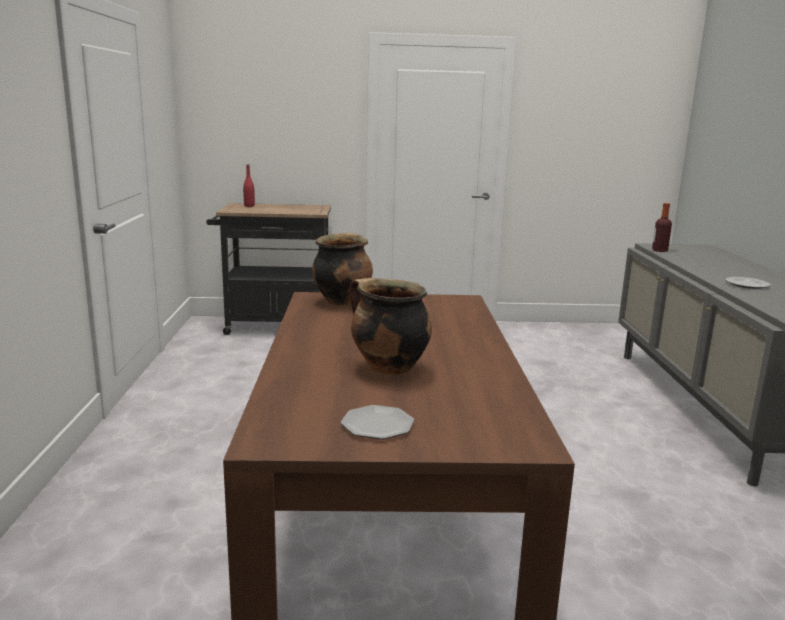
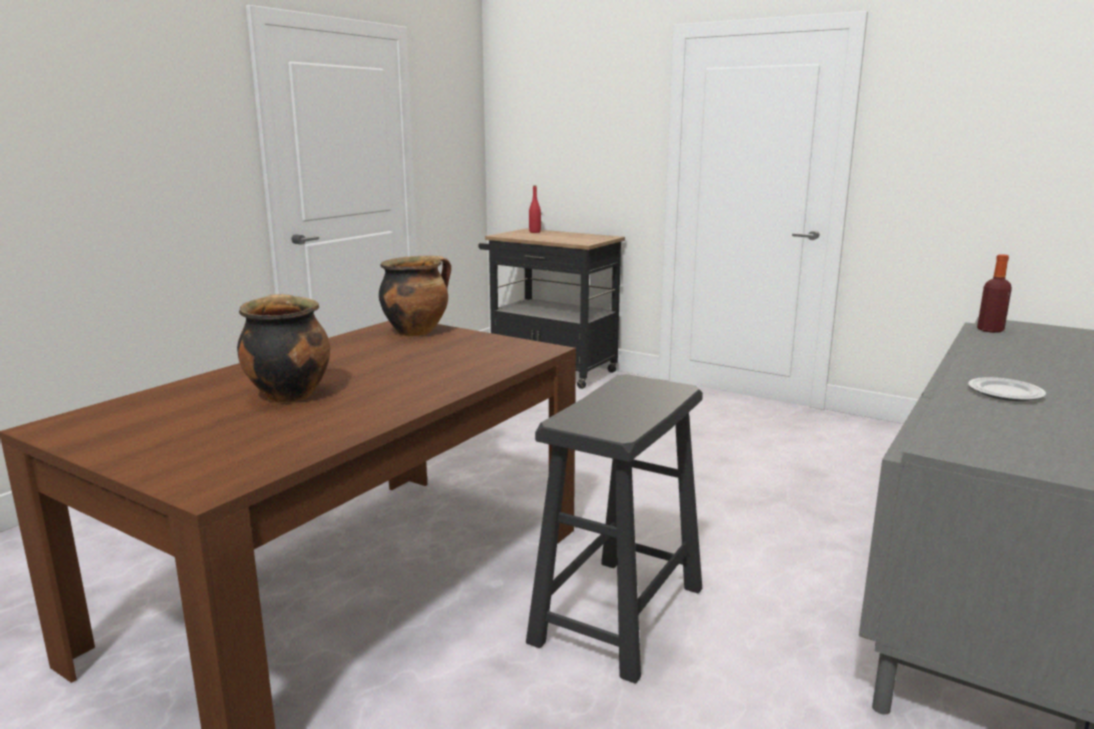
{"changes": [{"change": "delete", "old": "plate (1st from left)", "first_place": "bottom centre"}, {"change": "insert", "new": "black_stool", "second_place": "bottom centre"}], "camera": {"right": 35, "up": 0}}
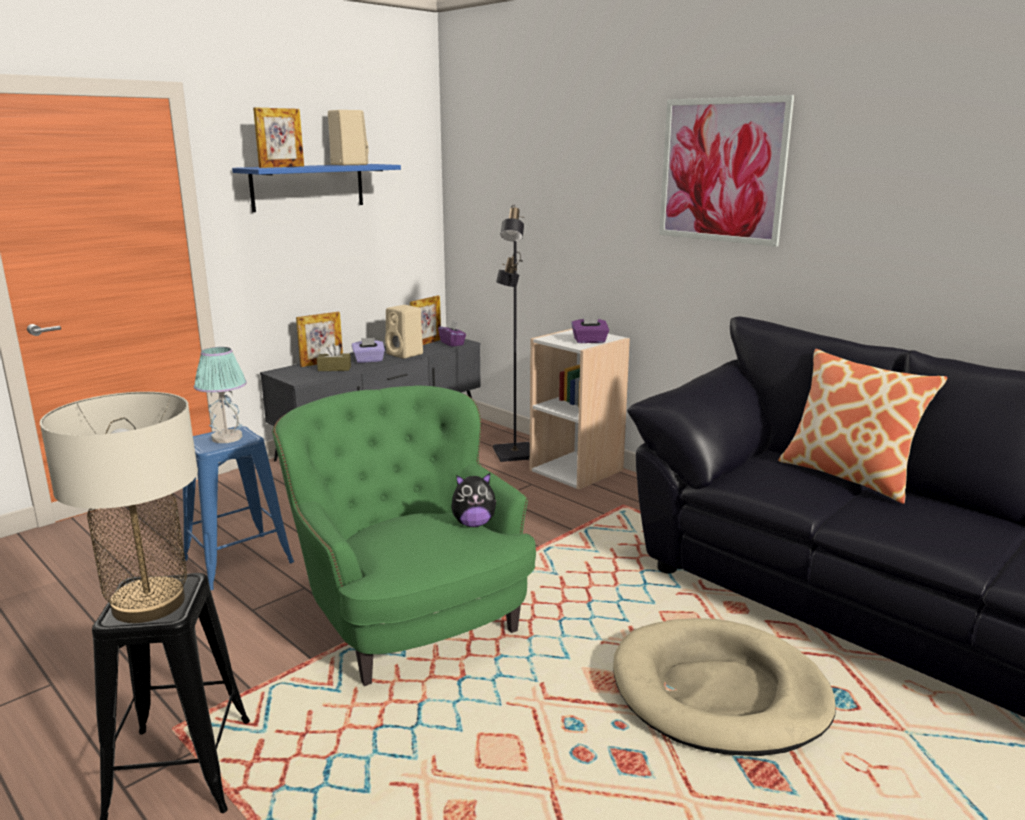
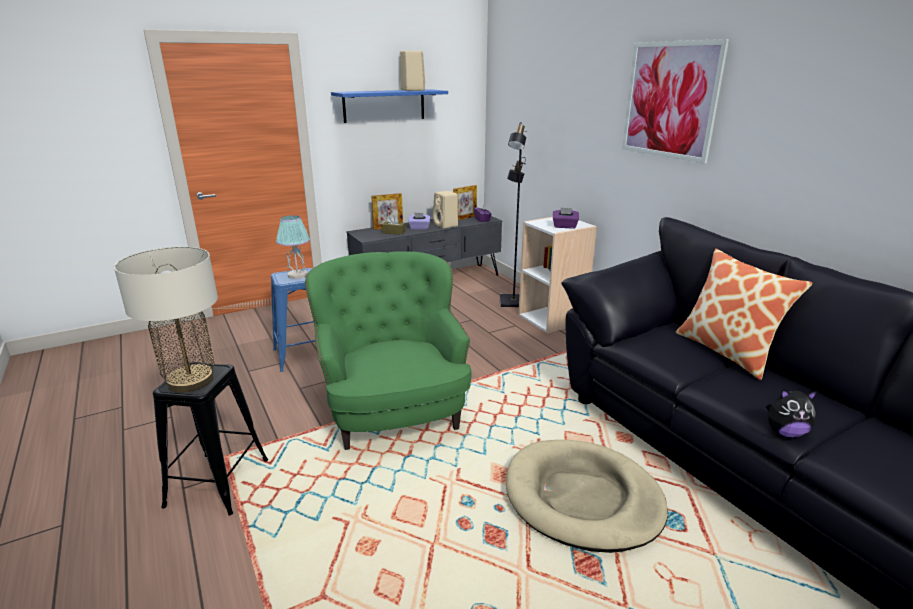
{"changes": [{"change": "delete", "old": "picture_frame (1st from left)", "first_place": "top left"}, {"change": "move", "old": "plush_toy", "first_place": "centre", "second_place": "bottom right"}], "camera": {"right": 15, "up": 5}}
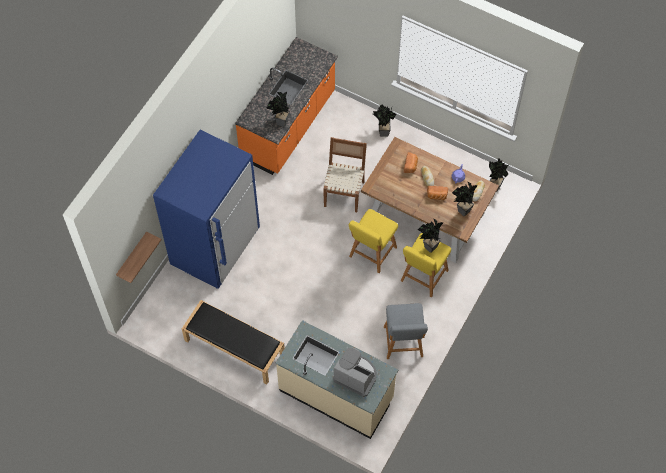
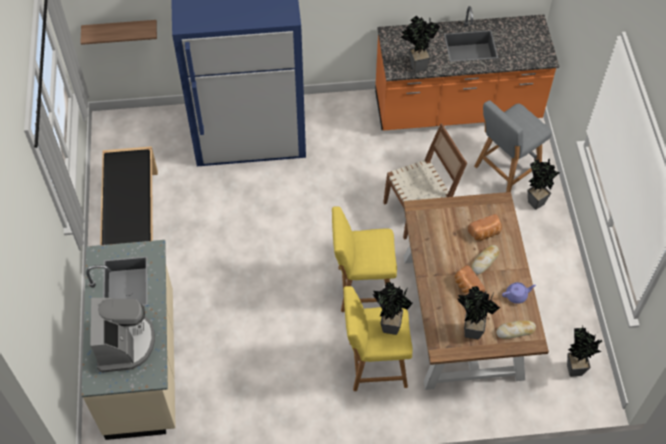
{"changes": [{"change": "move", "old": "grey_stool", "first_place": "bottom centre", "second_place": "top right"}], "camera": {"right": 55, "up": -5}}
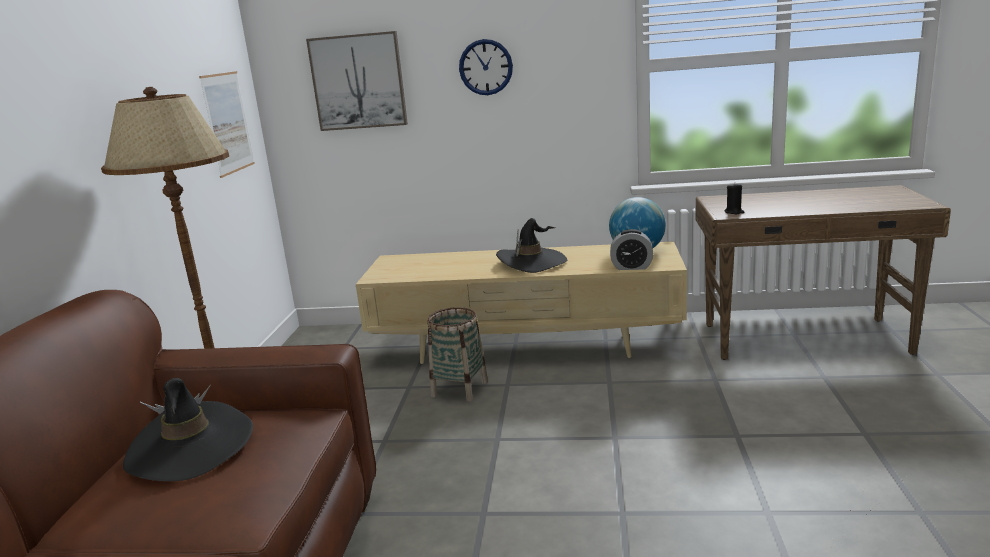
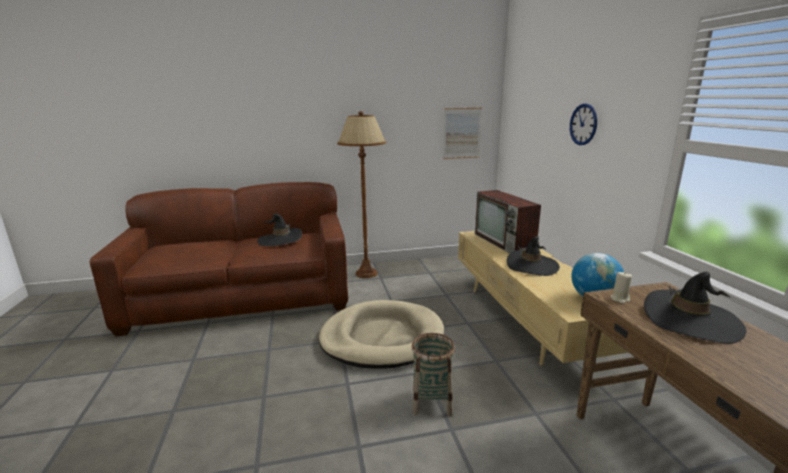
{"changes": [{"change": "delete", "old": "picture (2nd from left)", "first_place": "top centre"}, {"change": "move", "old": "basket", "first_place": "centre", "second_place": "bottom centre"}, {"change": "delete", "old": "alarm_clock", "first_place": "centre"}, {"change": "recolor", "old": "black_candle", "new": "beige_candle", "first_place": "middle right", "second_place": "middle right"}, {"change": "insert", "new": "beige_dog_bed", "second_place": "bottom centre"}, {"change": "insert", "new": "television", "second_place": "centre"}, {"change": "insert", "new": "black_hat (3rd from left)", "second_place": "middle right"}], "camera": {"right": 70, "up": 0}}
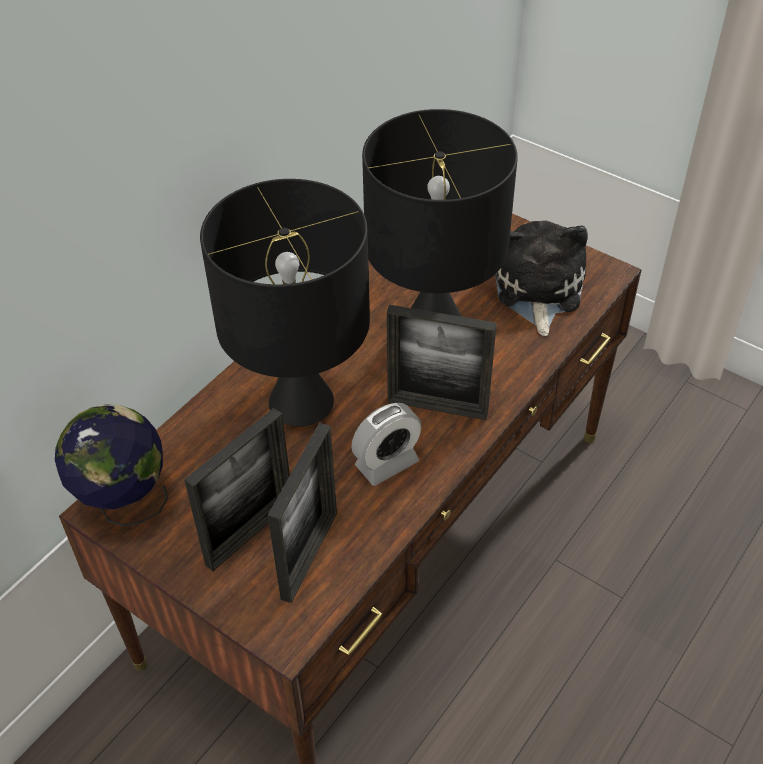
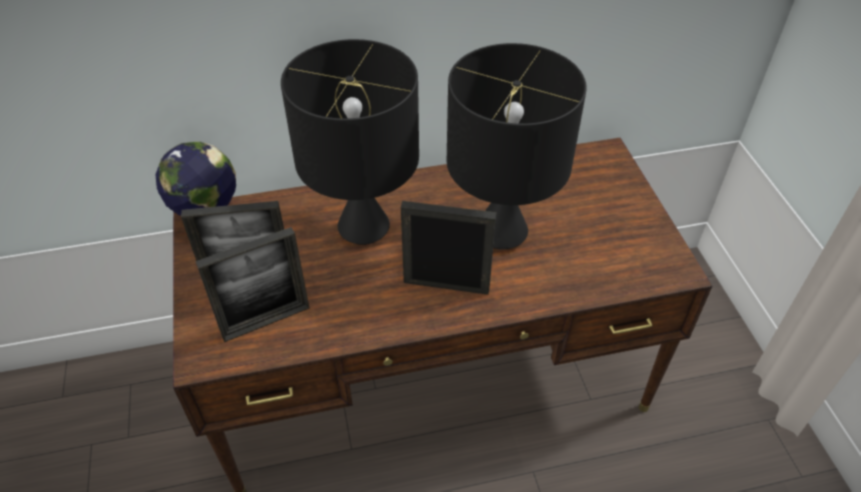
{"changes": [{"change": "delete", "old": "alarm_clock", "first_place": "centre"}, {"change": "rotate", "old": "picture_frame (3rd from left)", "first_place": "centre", "second_place": "centre", "degrees": 135}, {"change": "delete", "old": "plush_toy", "first_place": "middle right"}], "camera": {"right": 40, "up": 0}}
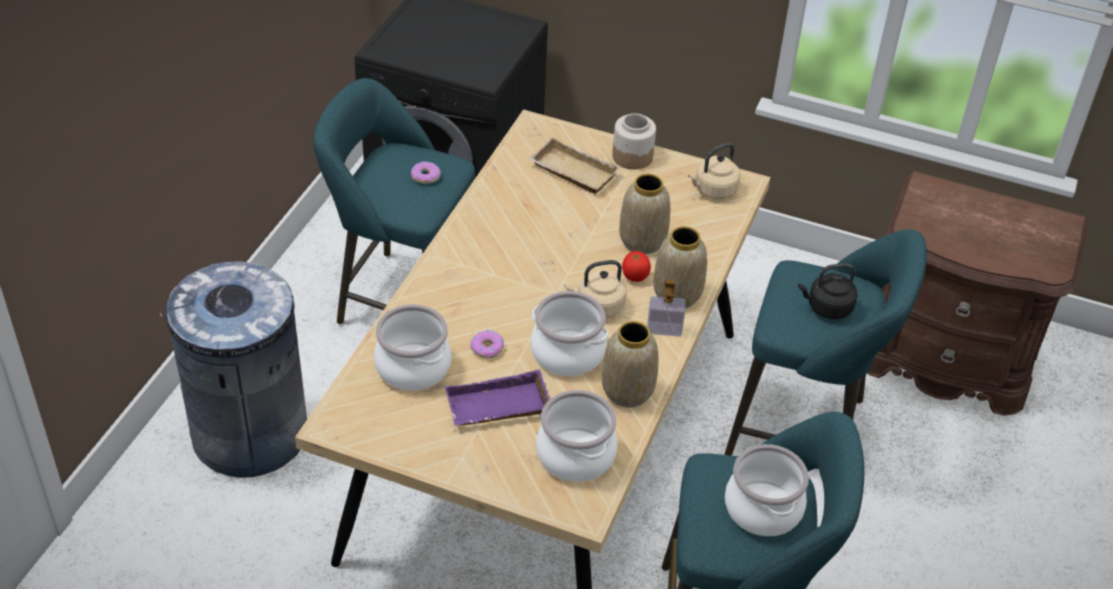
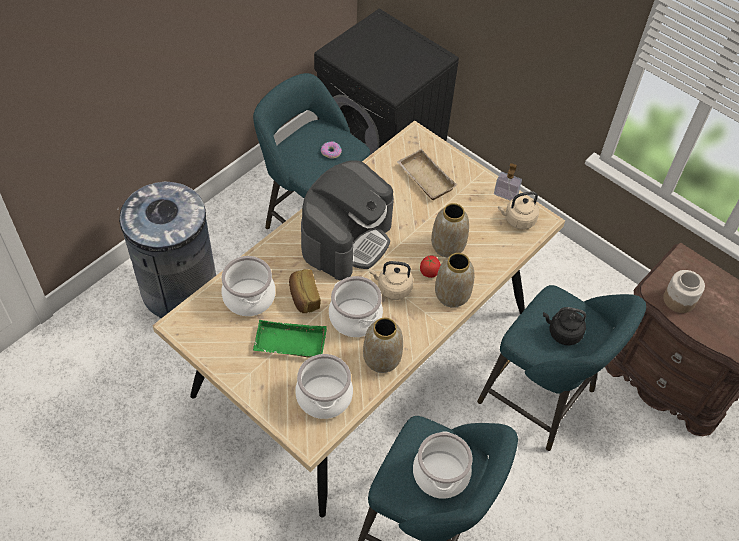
{"changes": [{"change": "recolor", "old": "purple_tray", "new": "green_tray", "first_place": "bottom centre", "second_place": "centre"}, {"change": "replace", "old": "donut (2nd from left)", "new": "bread", "first_place": "centre", "second_place": "centre"}, {"change": "move", "old": "jar", "first_place": "top centre", "second_place": "middle right"}, {"change": "move", "old": "soap_dispenser", "first_place": "centre", "second_place": "middle right"}, {"change": "insert", "new": "coffee_machine", "second_place": "centre"}], "camera": {"right": 20, "up": 10}}
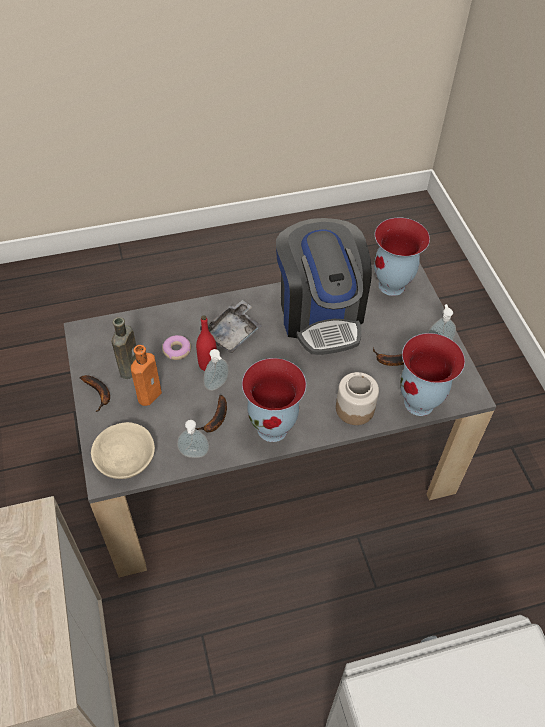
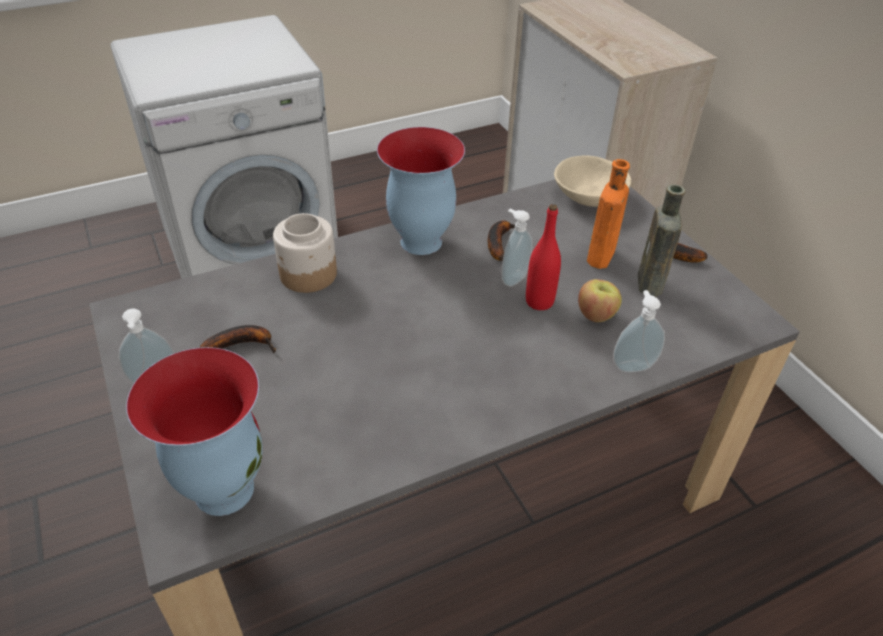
{"changes": [{"change": "replace", "old": "donut", "new": "apple", "first_place": "middle left", "second_place": "middle right"}, {"change": "move", "old": "soap_dispenser (1st from left in the first image)", "new": "soap_dispenser (3rd from left)", "first_place": "centre", "second_place": "middle right"}, {"change": "delete", "old": "grey_tray", "first_place": "centre"}, {"change": "delete", "old": "coffee_machine", "first_place": "centre"}, {"change": "delete", "old": "vase (3rd from left)", "first_place": "middle right"}], "camera": {"right": 170, "up": -10}}
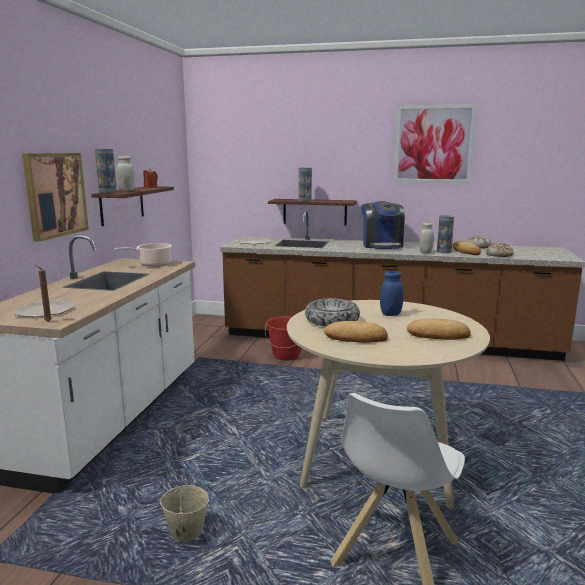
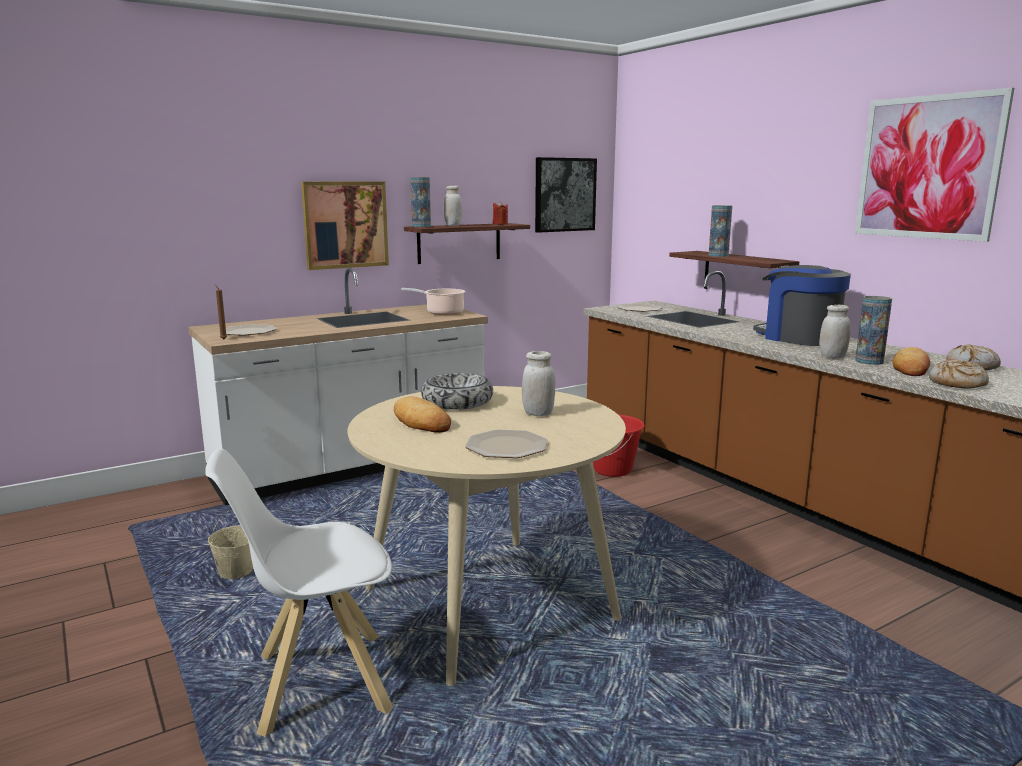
{"changes": [{"change": "rotate", "old": "coffee_machine", "first_place": "centre", "second_place": "middle right", "degrees": 105}, {"change": "recolor", "old": "blue_jar", "new": "white_jar (2nd from left)", "first_place": "middle right", "second_place": "centre"}, {"change": "replace", "old": "bread (2nd from left)", "new": "plate (2nd from left)", "first_place": "middle right", "second_place": "centre"}, {"change": "insert", "new": "picture (2nd from left)", "second_place": "top centre"}], "camera": {"right": 45, "up": 0}}
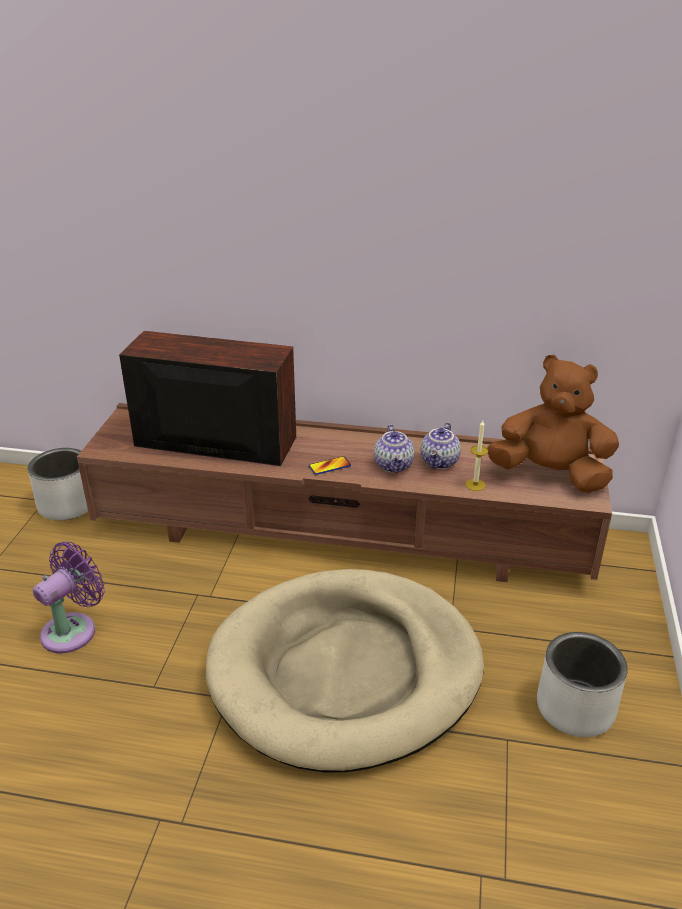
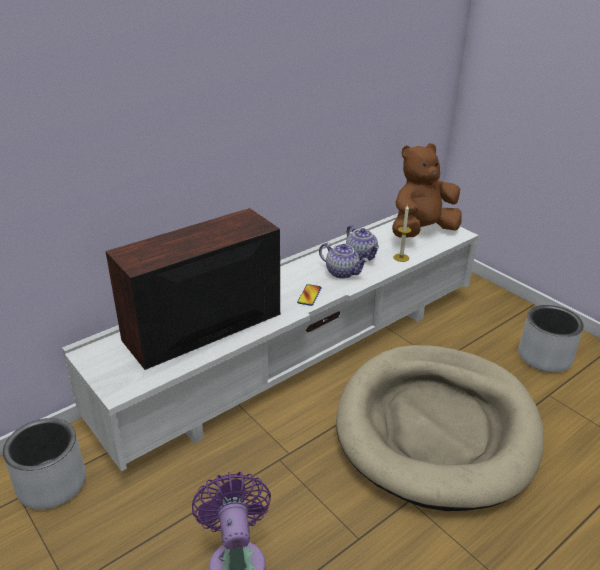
{"changes": [{"change": "recolor", "old": "brown_tv_stand", "new": "white_tv_stand", "first_place": "centre", "second_place": "centre"}], "camera": {"right": -50, "up": 0}}
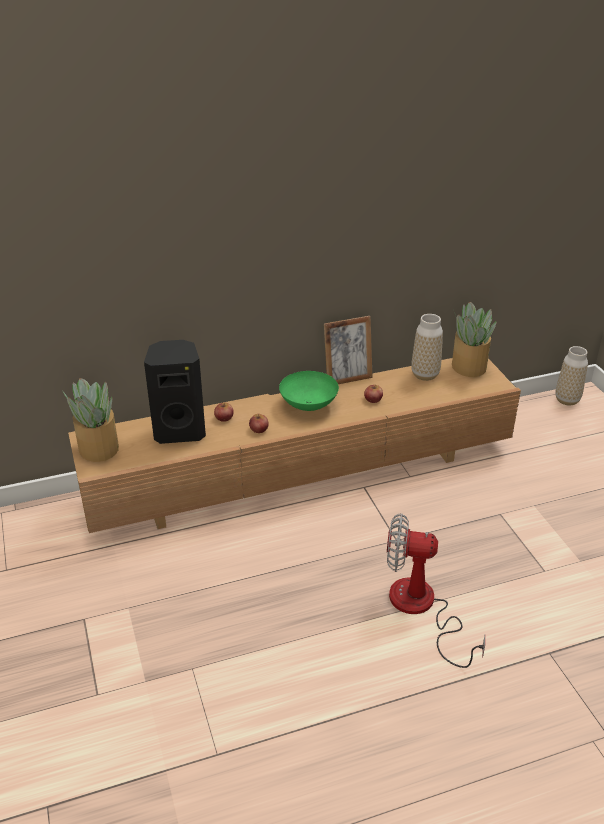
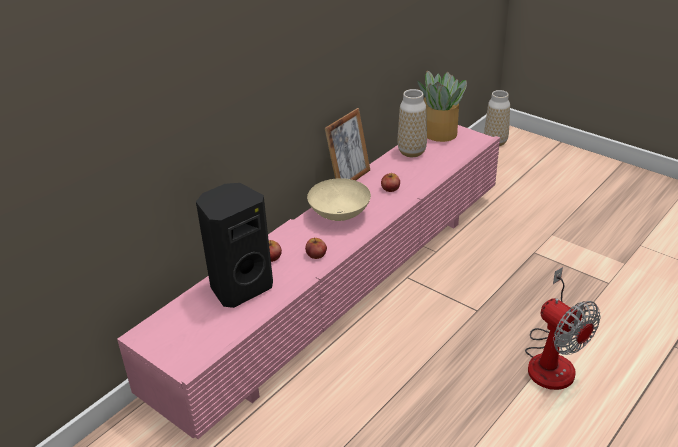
{"changes": [{"change": "delete", "old": "potted_plant (1st from left)", "first_place": "middle left"}, {"change": "recolor", "old": "brown_tv_stand", "new": "pink_tv_stand", "first_place": "centre", "second_place": "centre"}, {"change": "recolor", "old": "green_bowl", "new": "beige_bowl", "first_place": "centre", "second_place": "centre"}, {"change": "rotate", "old": "fan", "first_place": "bottom right", "second_place": "bottom right", "degrees": -105}], "camera": {"right": -30, "up": 0}}
